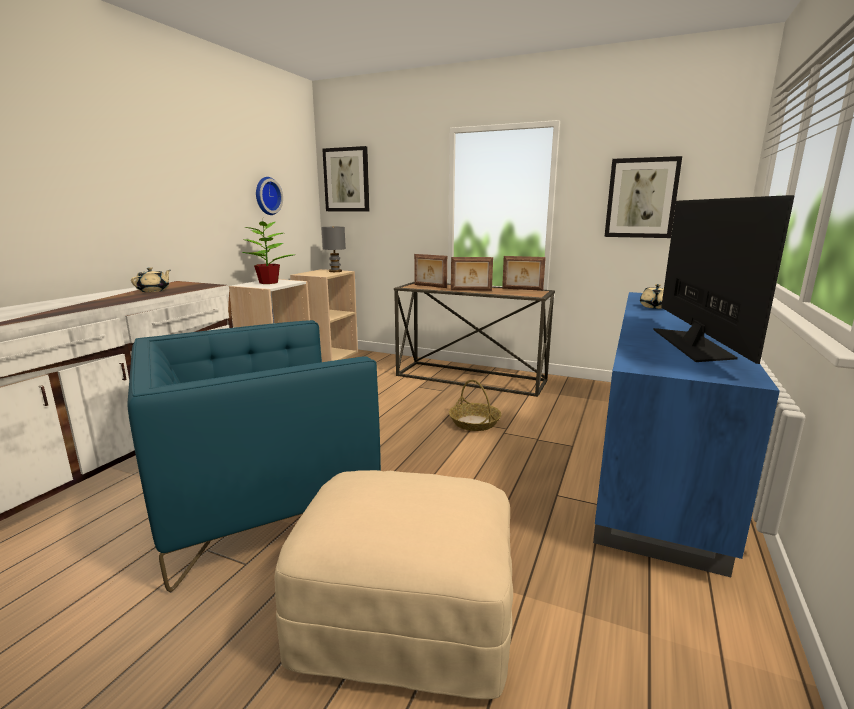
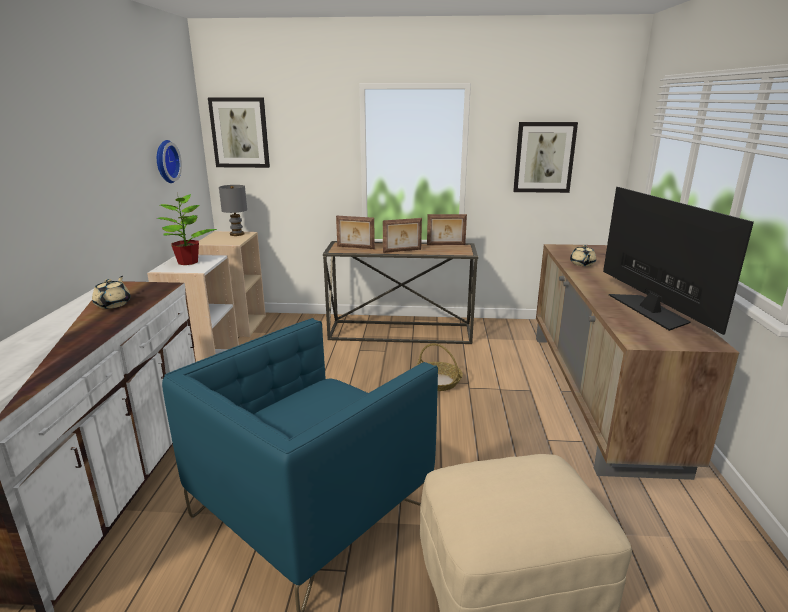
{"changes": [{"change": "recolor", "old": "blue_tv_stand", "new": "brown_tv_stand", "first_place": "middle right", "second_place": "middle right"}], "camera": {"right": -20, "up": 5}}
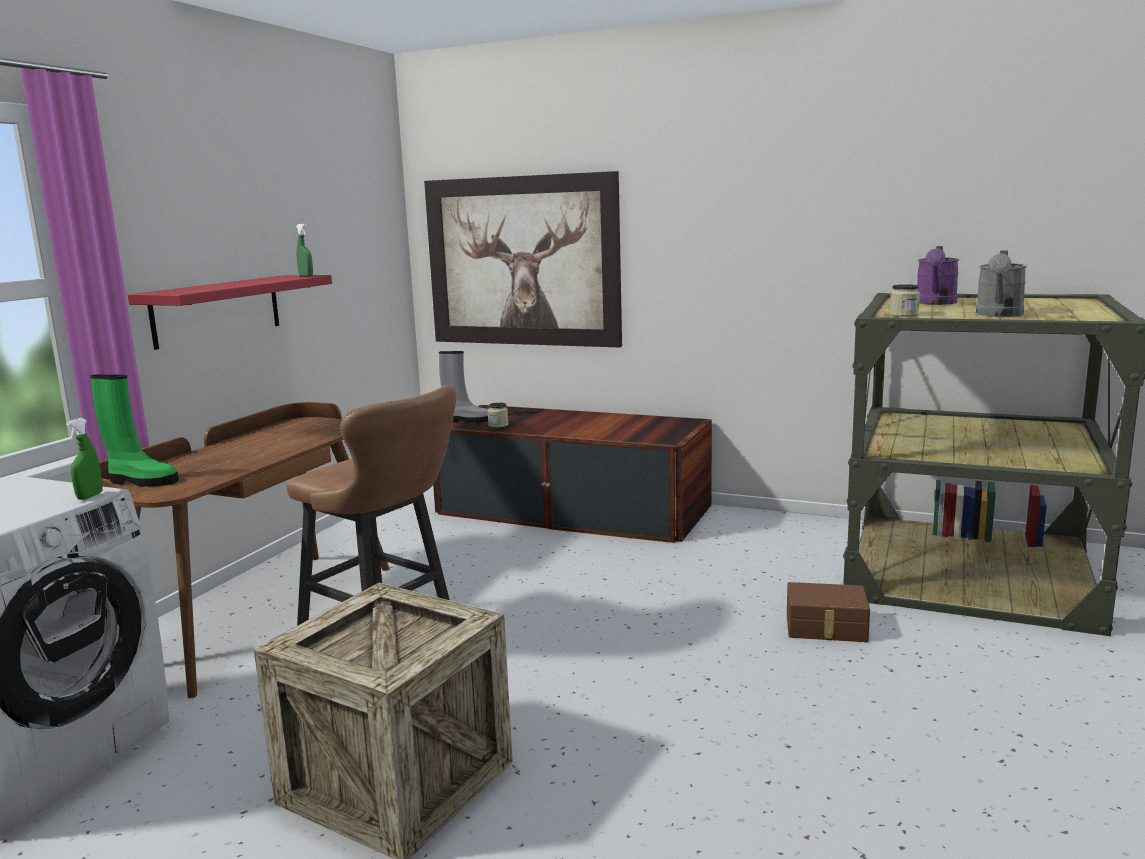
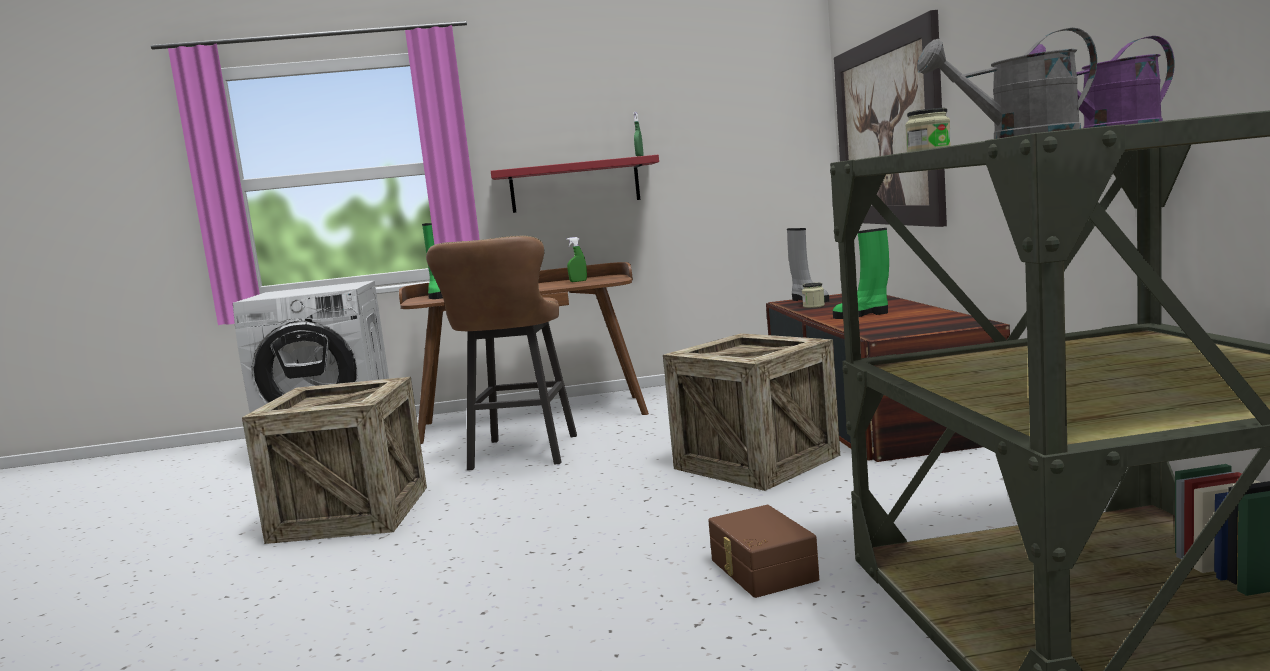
{"changes": [{"change": "move", "old": "green_spray_bottle (1st from left)", "first_place": "middle left", "second_place": "centre"}, {"change": "insert", "new": "crate (2nd from left)", "second_place": "centre"}, {"change": "insert", "new": "green_boot (2nd from left)", "second_place": "middle right"}], "camera": {"right": 60, "up": -5}}
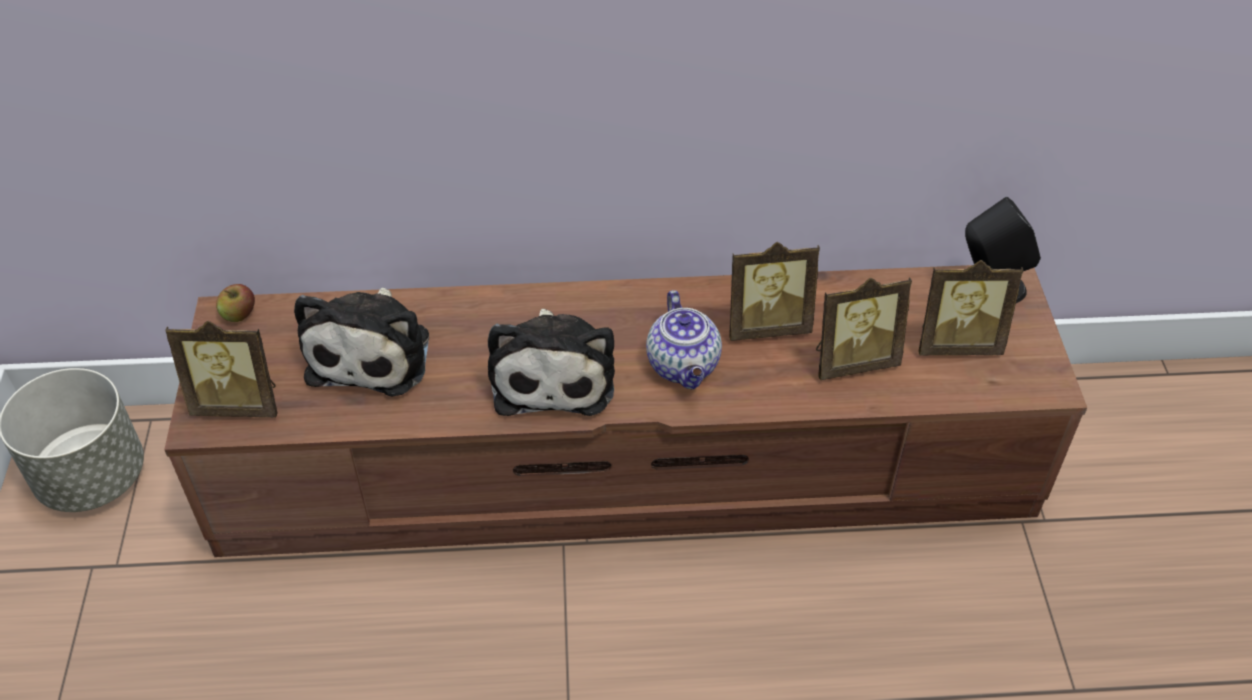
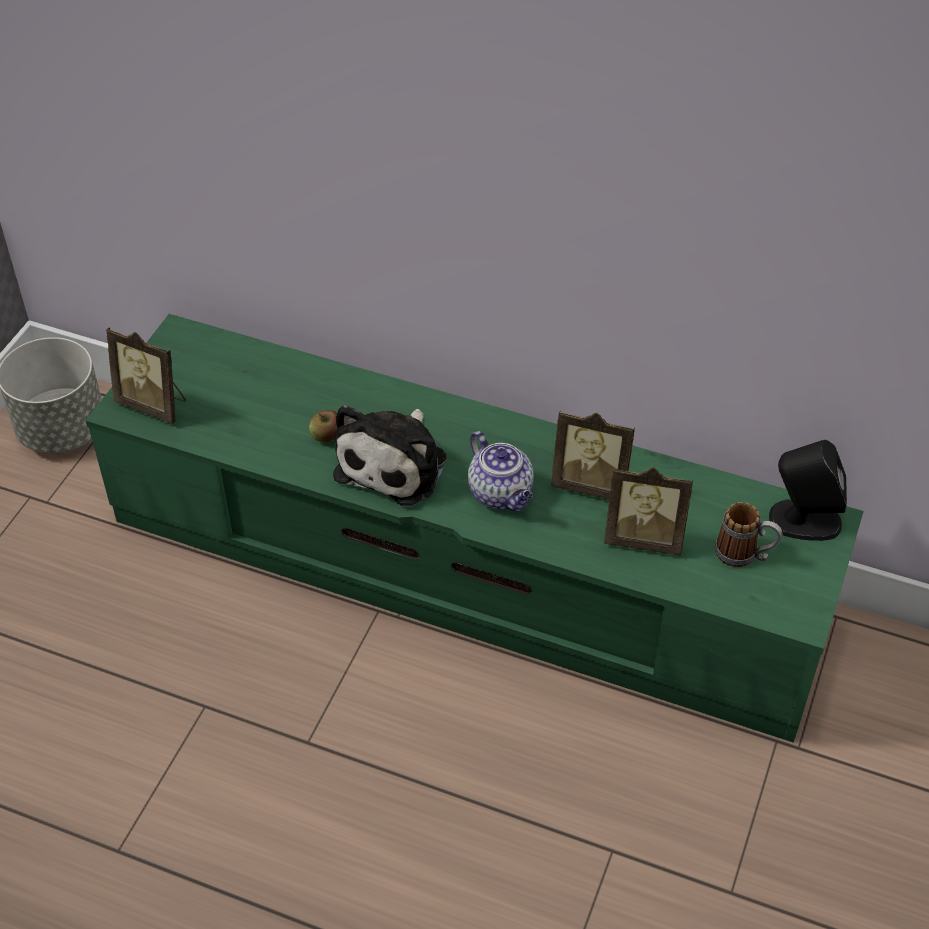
{"changes": [{"change": "recolor", "old": "brown_tv_stand", "new": "green_tv_stand", "first_place": "centre", "second_place": "centre"}, {"change": "move", "old": "apple", "first_place": "middle left", "second_place": "centre"}, {"change": "delete", "old": "plush_toy (1st from left)", "first_place": "middle left"}, {"change": "rotate", "old": "teapot", "first_place": "centre", "second_place": "centre", "degrees": -45}, {"change": "replace", "old": "picture_frame (4th from left)", "new": "mug", "first_place": "middle right", "second_place": "middle right"}], "camera": {"right": 25, "up": 0}}
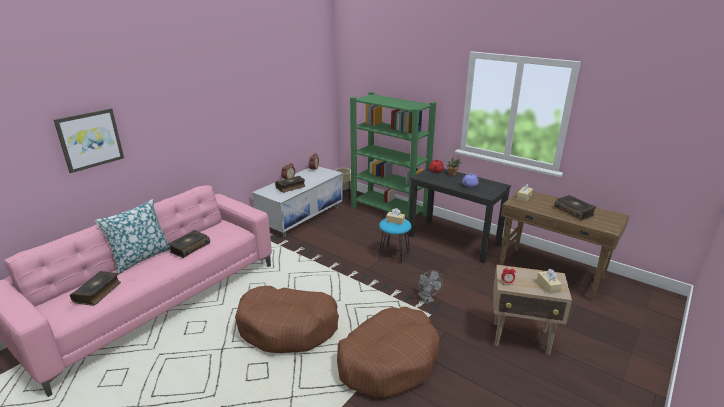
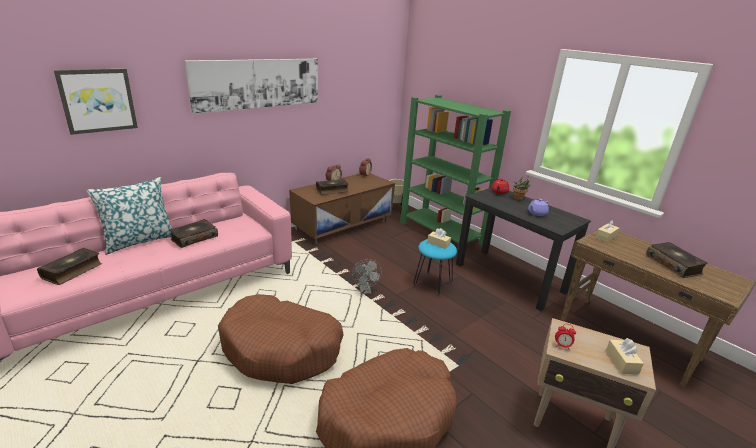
{"changes": [{"change": "recolor", "old": "white_tv_stand", "new": "brown_tv_stand", "first_place": "centre", "second_place": "centre"}, {"change": "move", "old": "grey_fan", "first_place": "bottom centre", "second_place": "centre"}, {"change": "insert", "new": "picture (2nd from left)", "second_place": "top left"}], "camera": {"right": 10, "up": 0}}
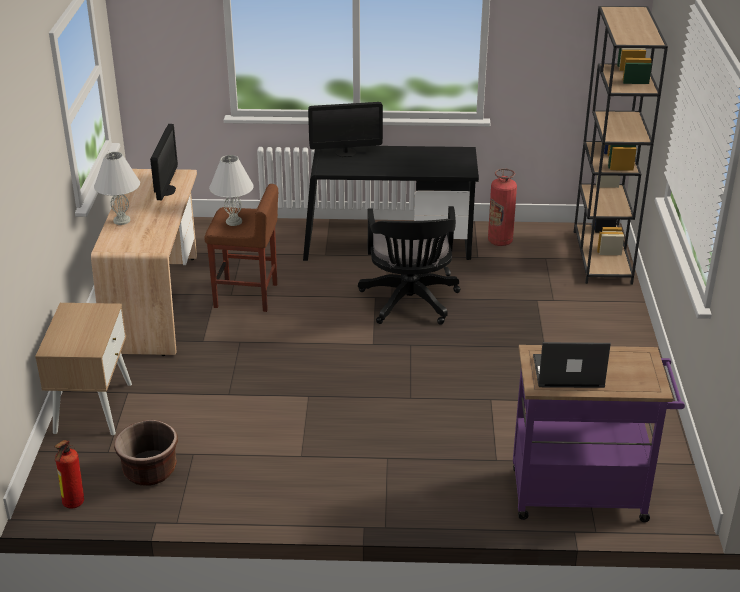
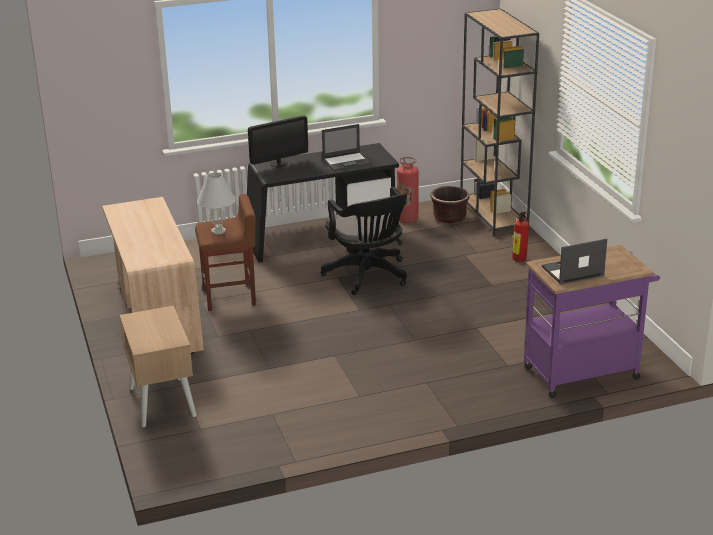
{"changes": [{"change": "move", "old": "fire_extinguisher (1st from left in the first image)", "new": "fire_extinguisher (2nd from left)", "first_place": "bottom left", "second_place": "middle right"}, {"change": "delete", "old": "white_table_lamp (1st from left)", "first_place": "top left"}, {"change": "move", "old": "brown_planter", "first_place": "bottom left", "second_place": "centre"}, {"change": "delete", "old": "monitor (1st from left)", "first_place": "top left"}, {"change": "insert", "new": "laptop (1st from left)", "second_place": "top centre"}], "camera": {"right": -20, "up": -5}}
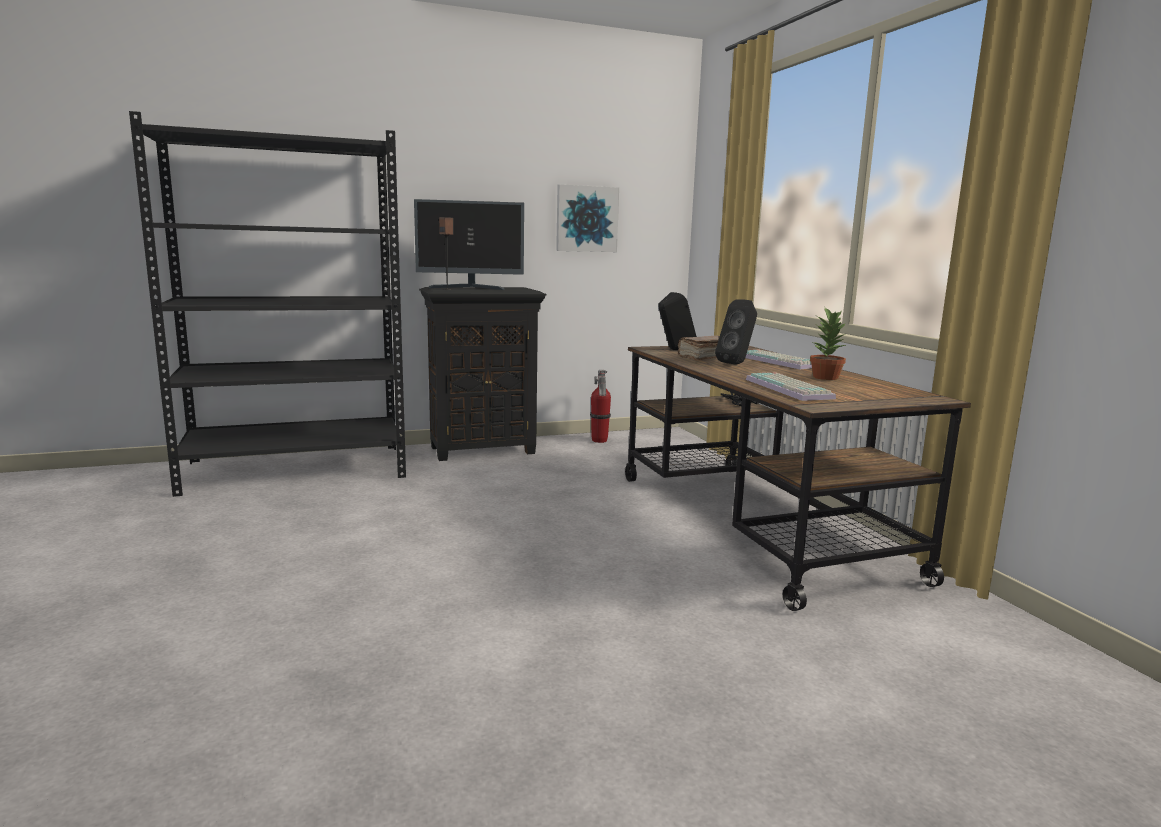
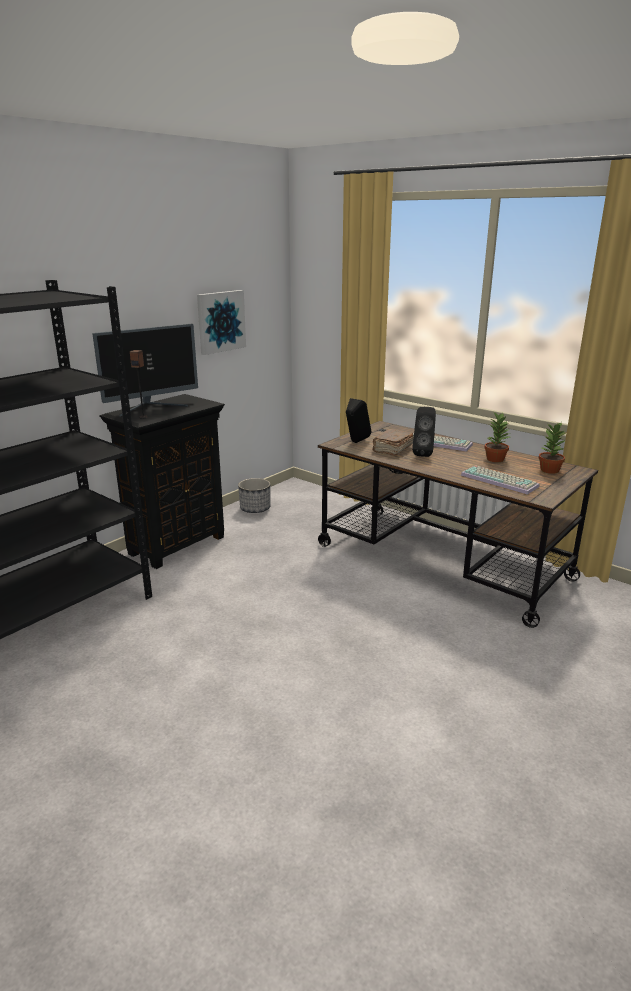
{"changes": [{"change": "replace", "old": "fire_extinguisher", "new": "planter", "first_place": "centre", "second_place": "centre"}, {"change": "insert", "new": "potted_plant (2nd from left)", "second_place": "middle right"}], "camera": {"right": -30, "up": 10}}
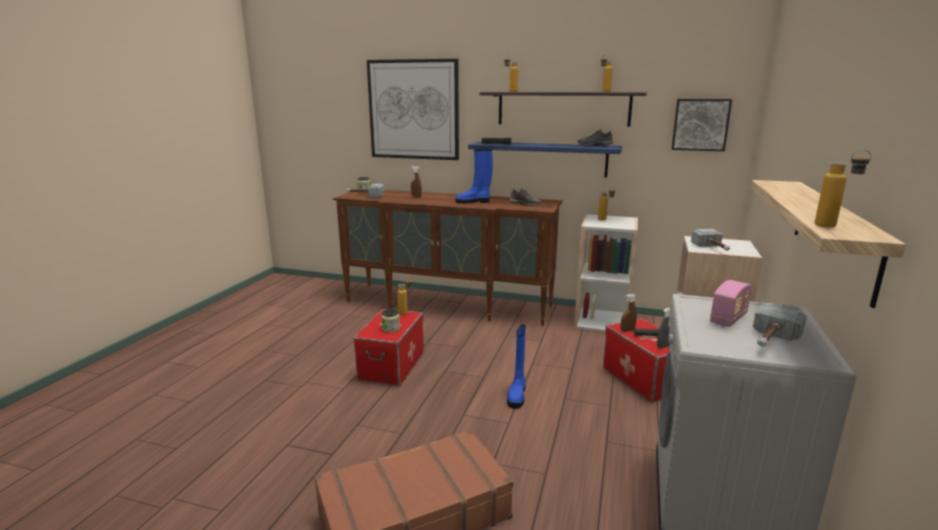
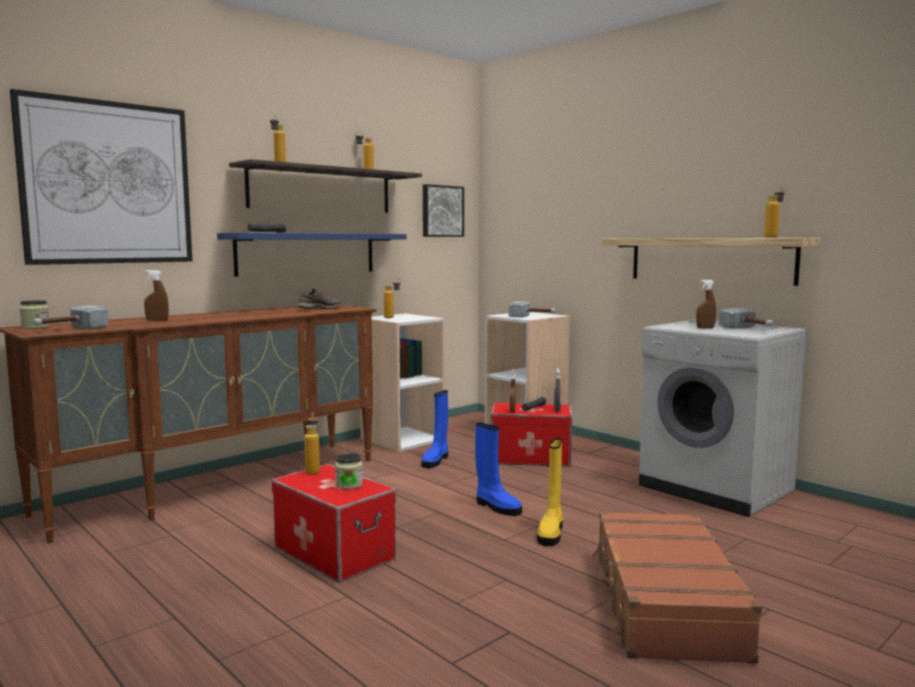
{"changes": [{"change": "move", "old": "blue_boot (1st from left)", "first_place": "top centre", "second_place": "centre"}, {"change": "delete", "old": "grey_shoe (2nd from left)", "first_place": "top centre"}, {"change": "replace", "old": "radio", "new": "brown_spray_bottle (3rd from left)", "first_place": "middle right", "second_place": "middle right"}, {"change": "insert", "new": "yellow_boot", "second_place": "bottom centre"}], "camera": {"right": -60, "up": -10}}
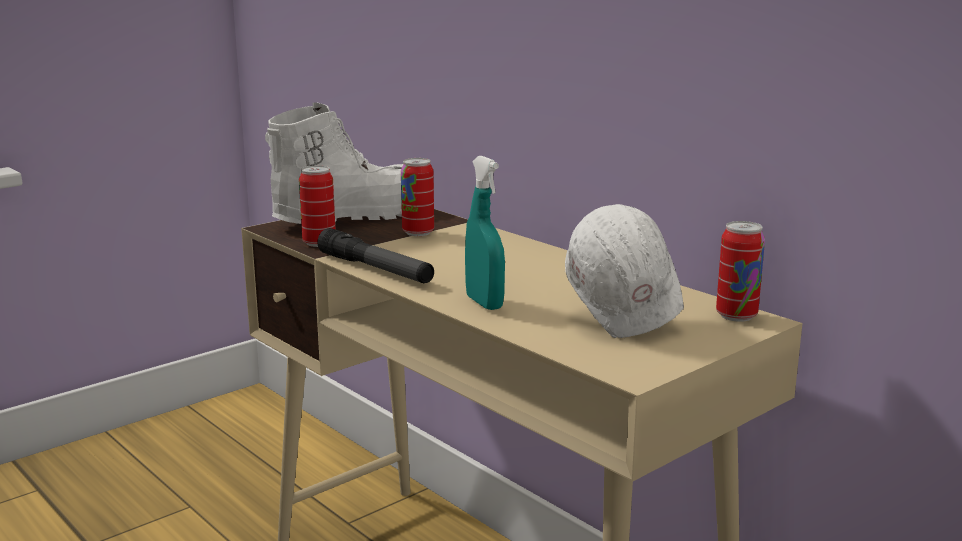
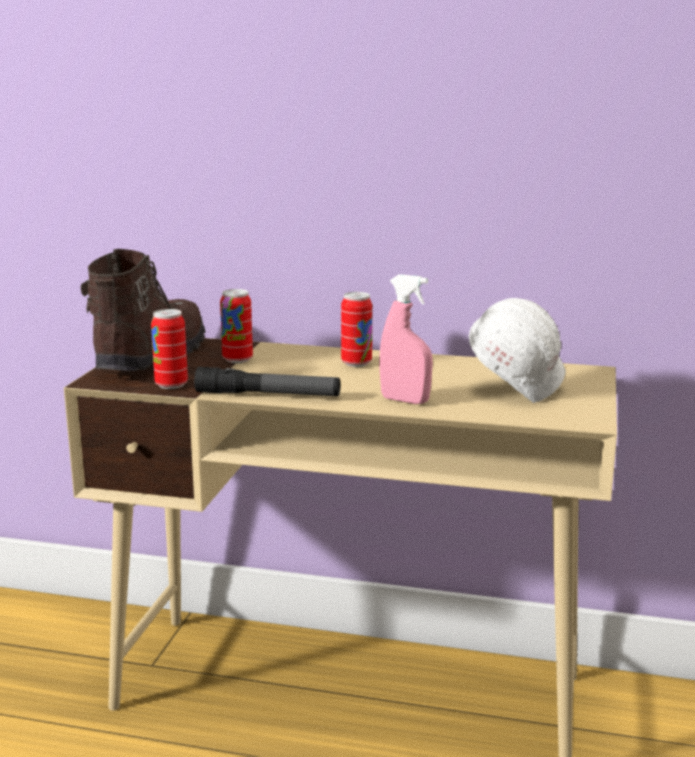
{"changes": [{"change": "recolor", "old": "white_boot", "new": "brown_boot", "first_place": "top centre", "second_place": "middle left"}, {"change": "recolor", "old": "turquoise_spray_bottle", "new": "pink_spray_bottle", "first_place": "centre", "second_place": "centre"}, {"change": "move", "old": "can (3rd from left)", "first_place": "middle right", "second_place": "centre"}], "camera": {"right": -35, "up": 0}}
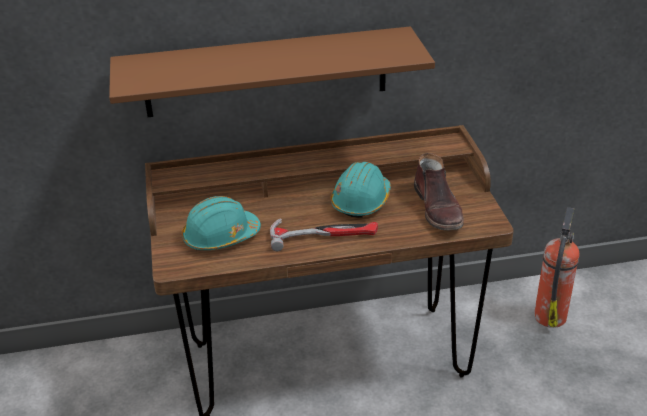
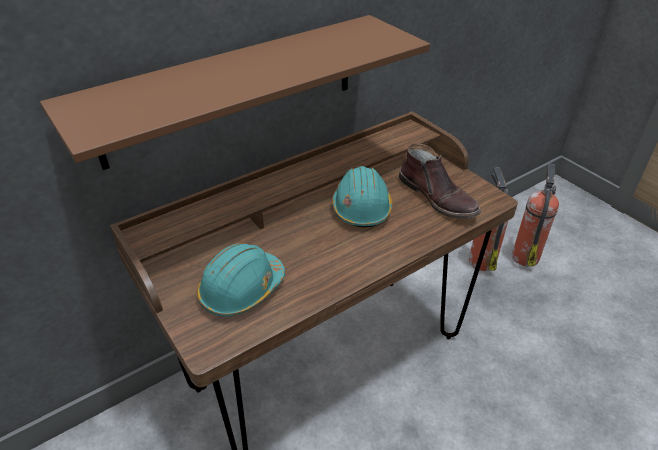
{"changes": [{"change": "delete", "old": "hammer", "first_place": "centre"}, {"change": "insert", "new": "fire_extinguisher (2nd from left)", "second_place": "middle right"}], "camera": {"right": -25, "up": 5}}
